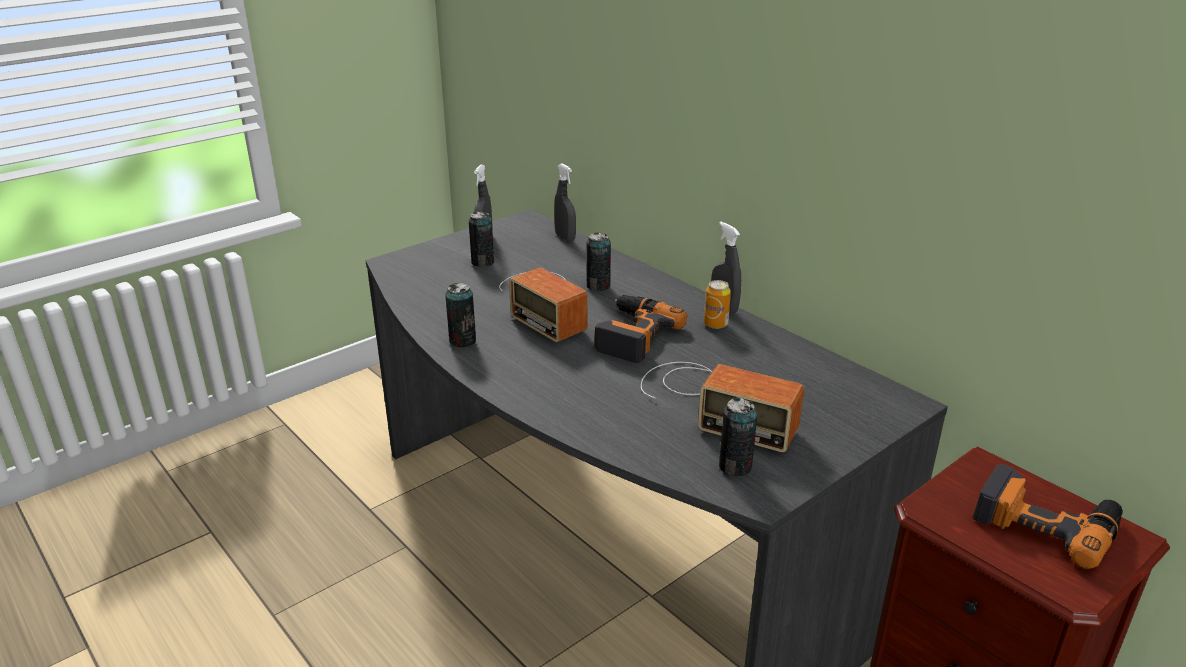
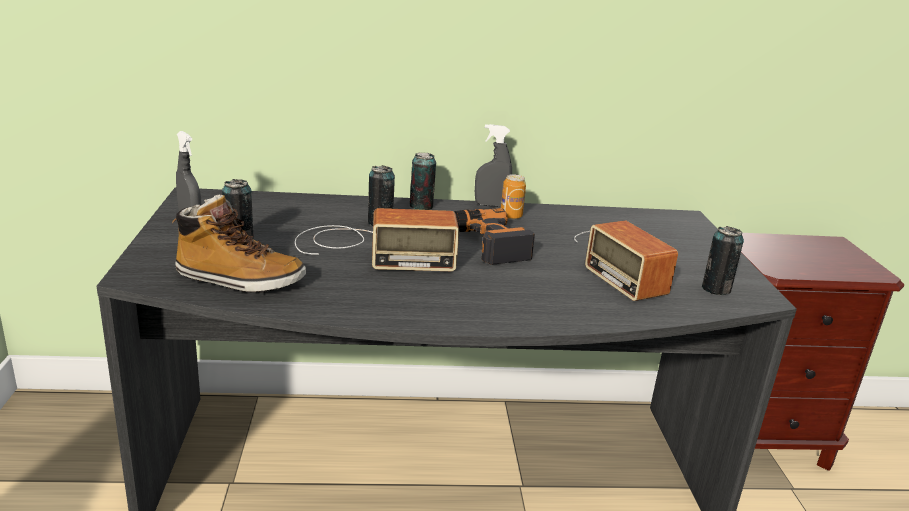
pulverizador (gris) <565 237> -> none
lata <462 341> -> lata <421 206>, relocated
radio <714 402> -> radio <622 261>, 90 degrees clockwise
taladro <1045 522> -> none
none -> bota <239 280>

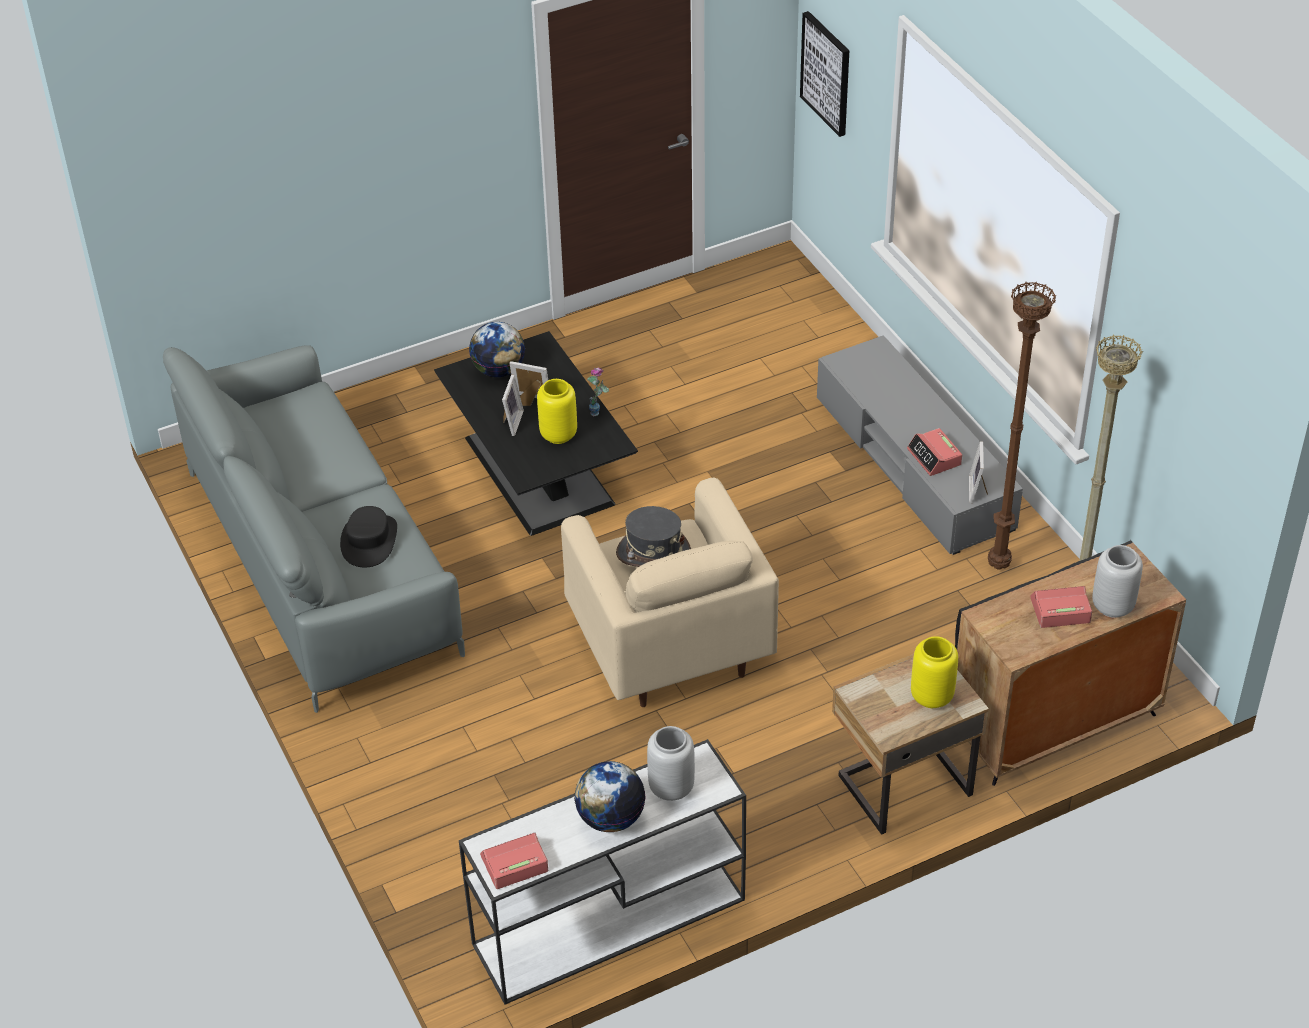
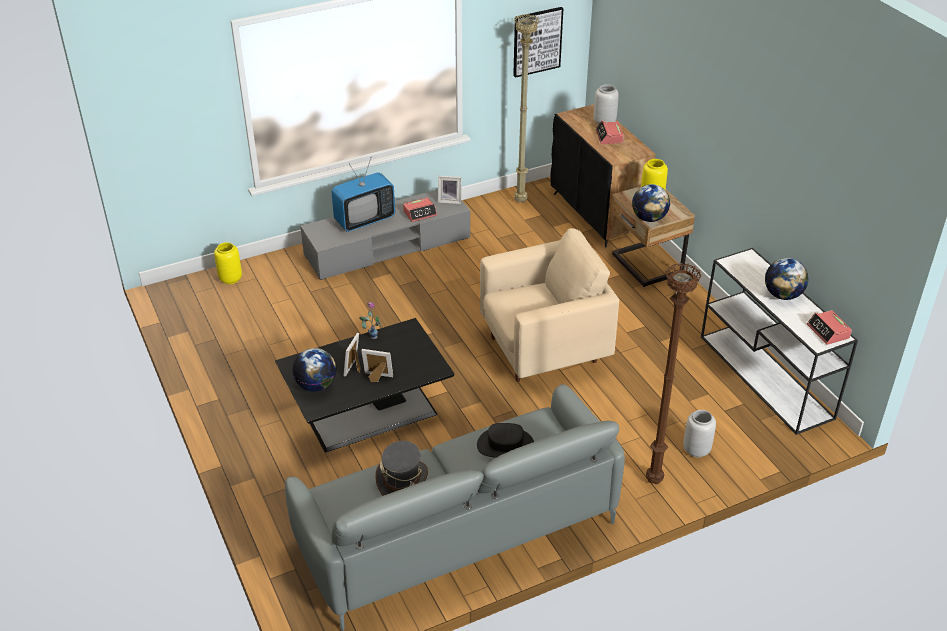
cuadro <826 73> -> cuadro <537 41>, relocated
lámpara de pie (marrón) <998 564> -> lámpara de pie (marrón) <652 480>, relocated
florero (amarillo) <559 434> -> florero (amarillo) <230 279>, relocated
sombrero (gris) <653 554> -> sombrero (gris) <402 480>, relocated
florero (gris) <670 788> -> florero (gris) <697 450>, relocated
none -> televisor <364 220>
none -> globo terráqueo <649 218>

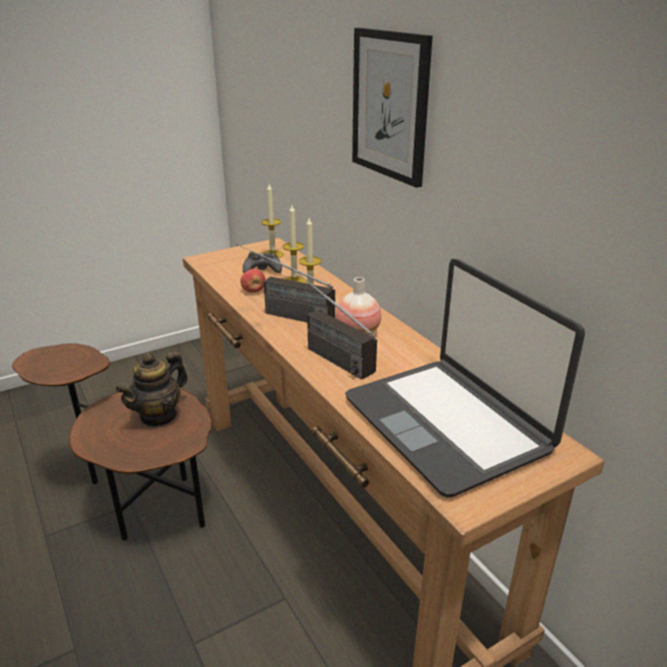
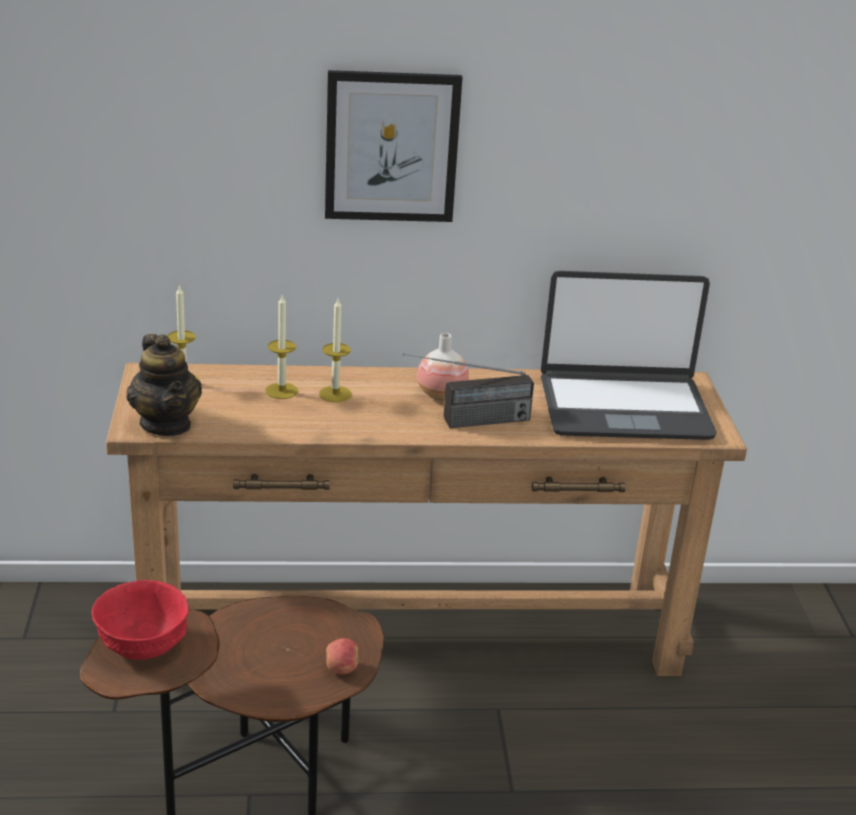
radio <282 313> -> none
mando de consola (negro) <262 270> -> none
manzana <253 291> -> manzana <342 669>, relocated
tetera <159 415> -> tetera <166 424>, relocated
none -> cuenco (rojo) <144 643>

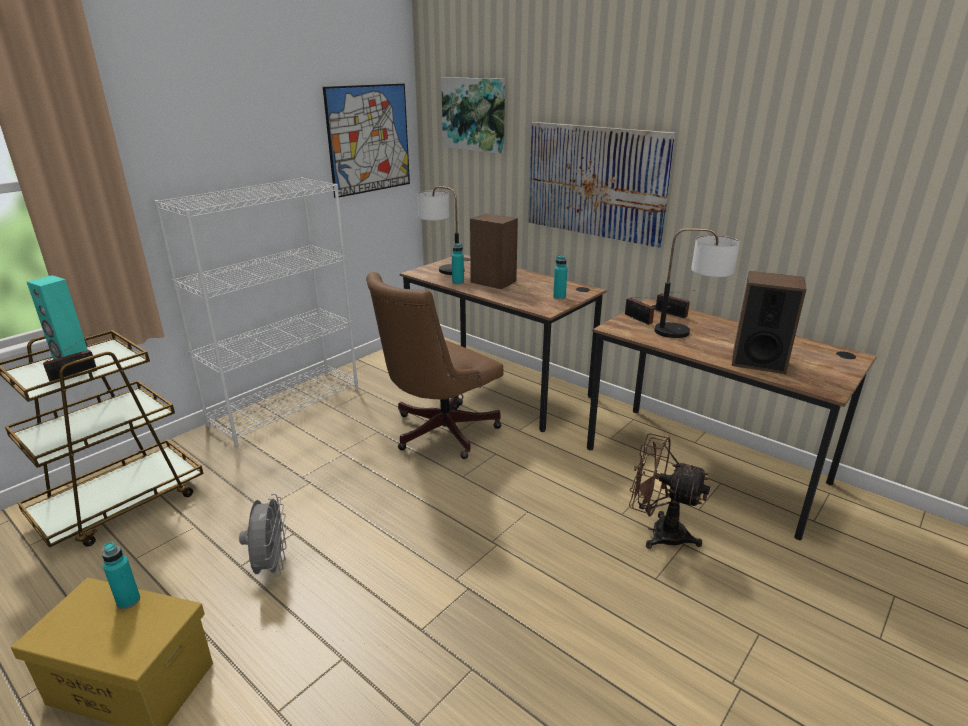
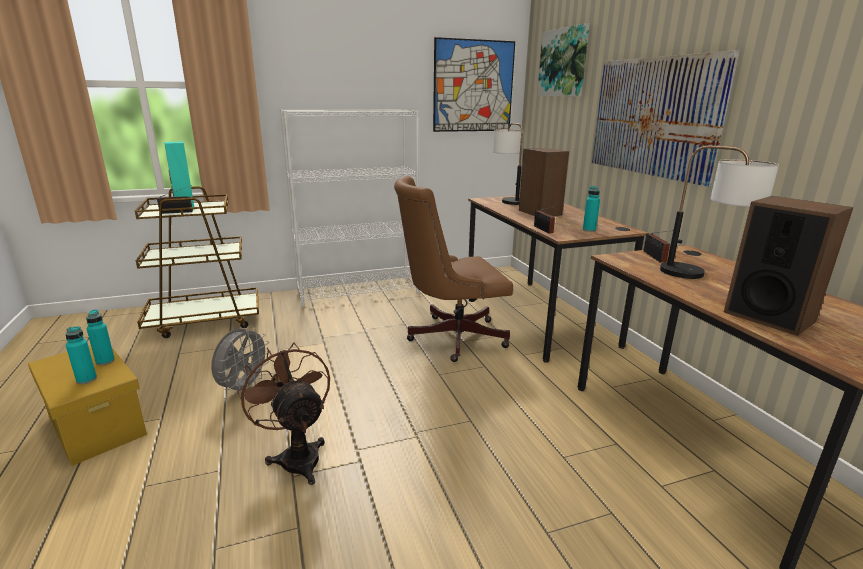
botella (turquesa) <458 282> -> botella (turquesa) <86 379>, relocated
radio <672 314> -> radio <543 230>, relocated
ventilador (marrón) <658 532> -> ventilador (marrón) <297 455>, relocated

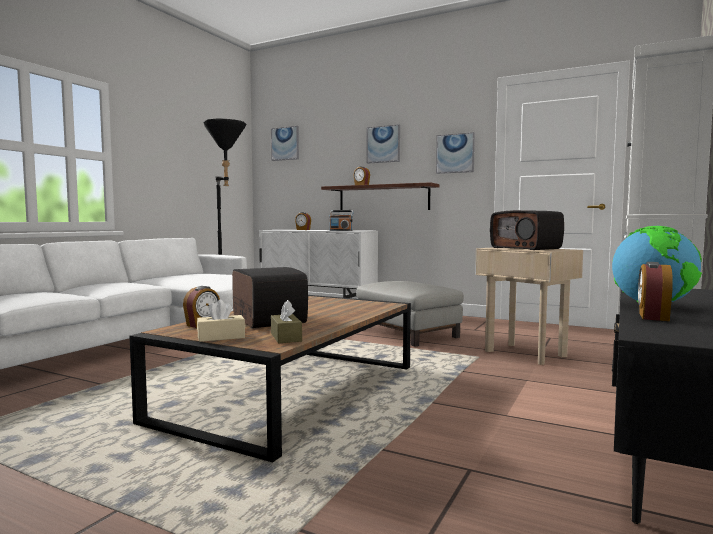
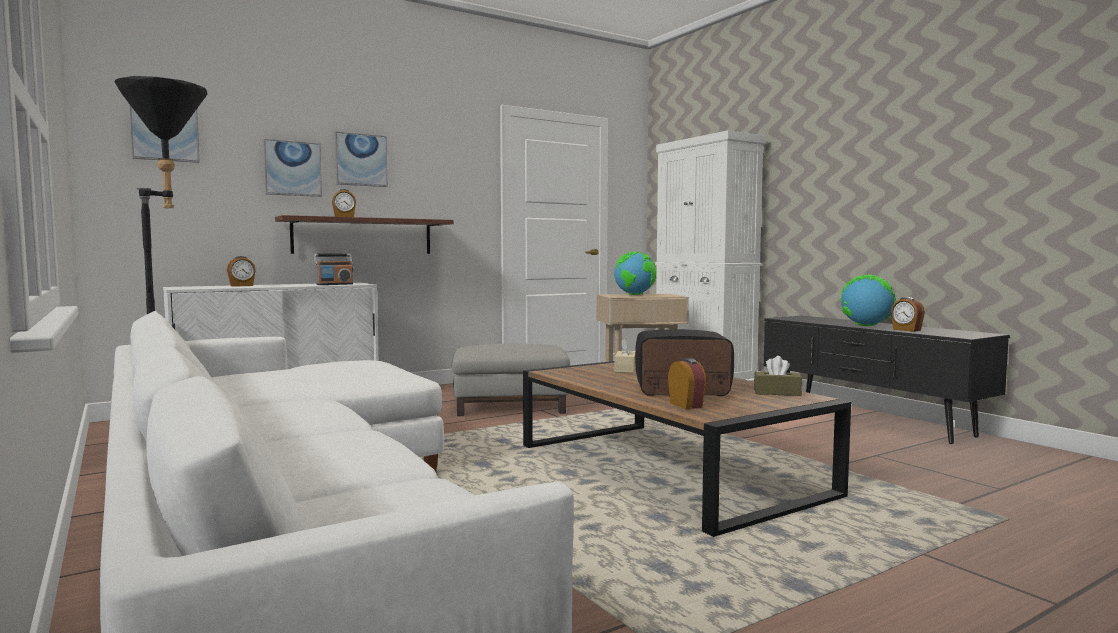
cuadro <455 153> -> cuadro <292 168>, relocated
radio <526 248> -> globo terráqueo <635 295>
caja de pañuelos (beis) <221 337> -> caja de pañuelos (beis) <625 369>, relocated

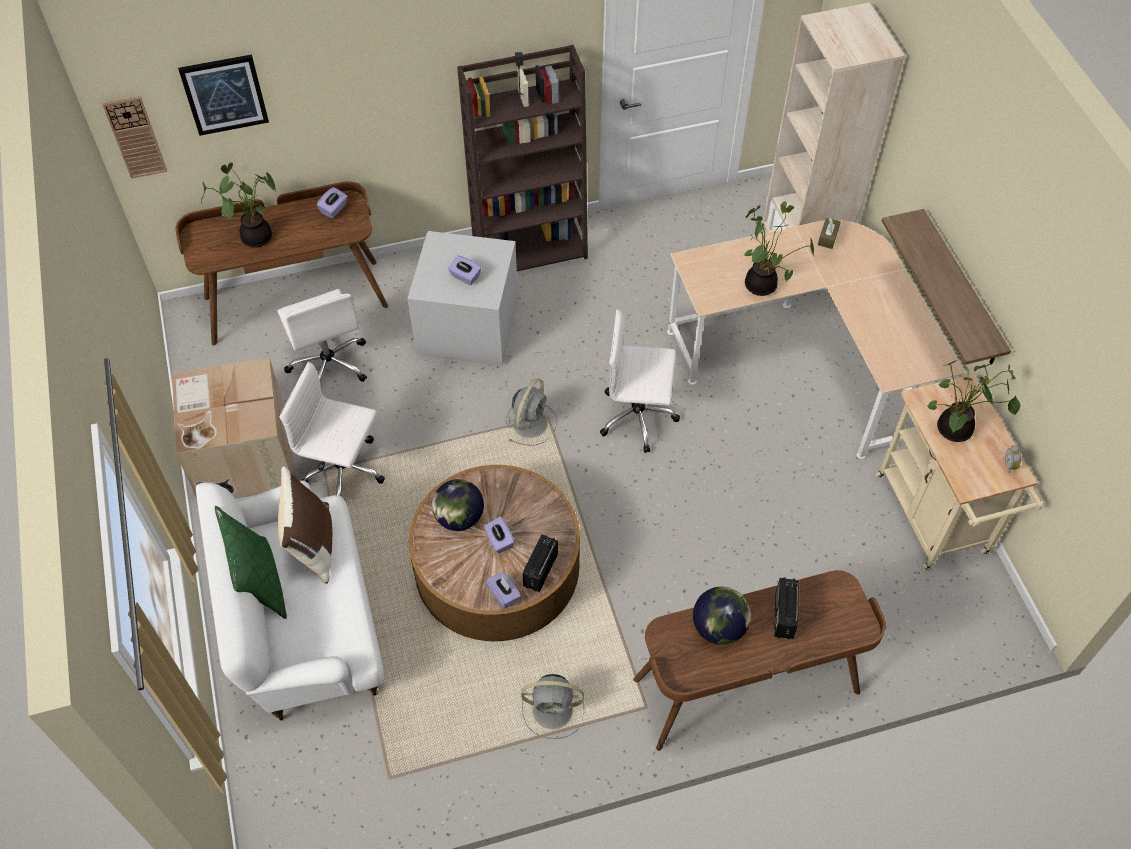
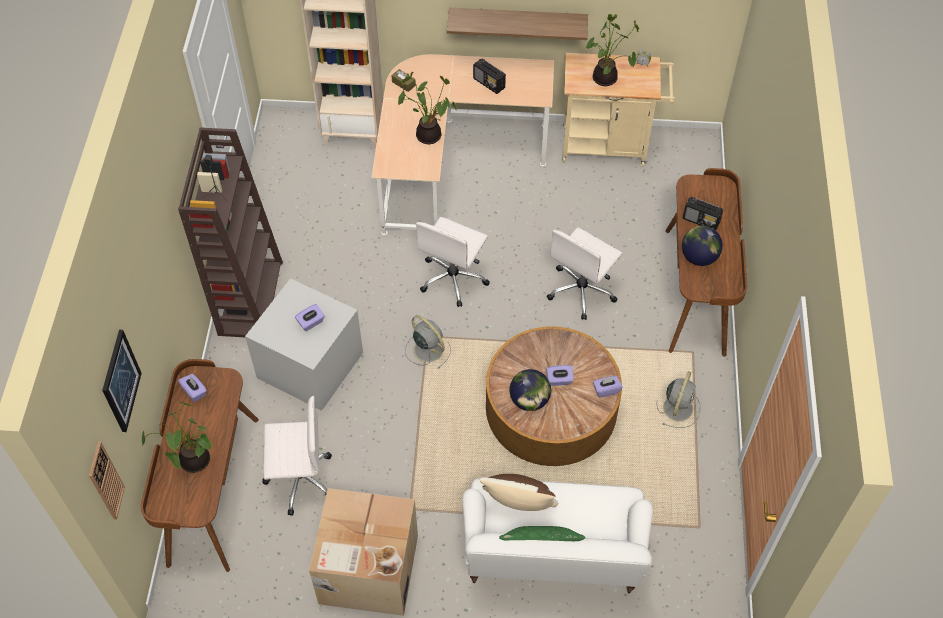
silla de oficina (blanco) <345 472> -> silla de oficina (blanco) <581 291>, relocated
radio <540 570> -> radio <489 83>, relocated

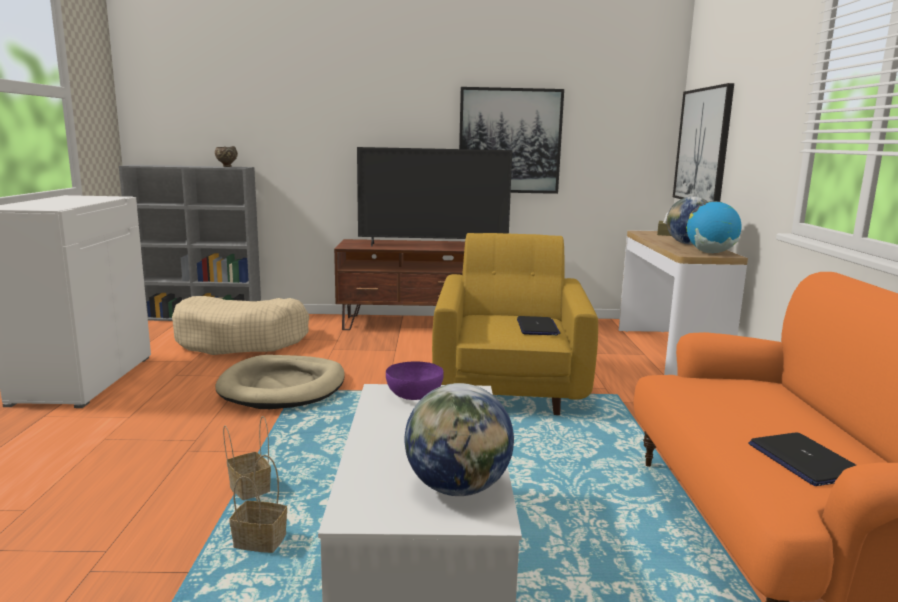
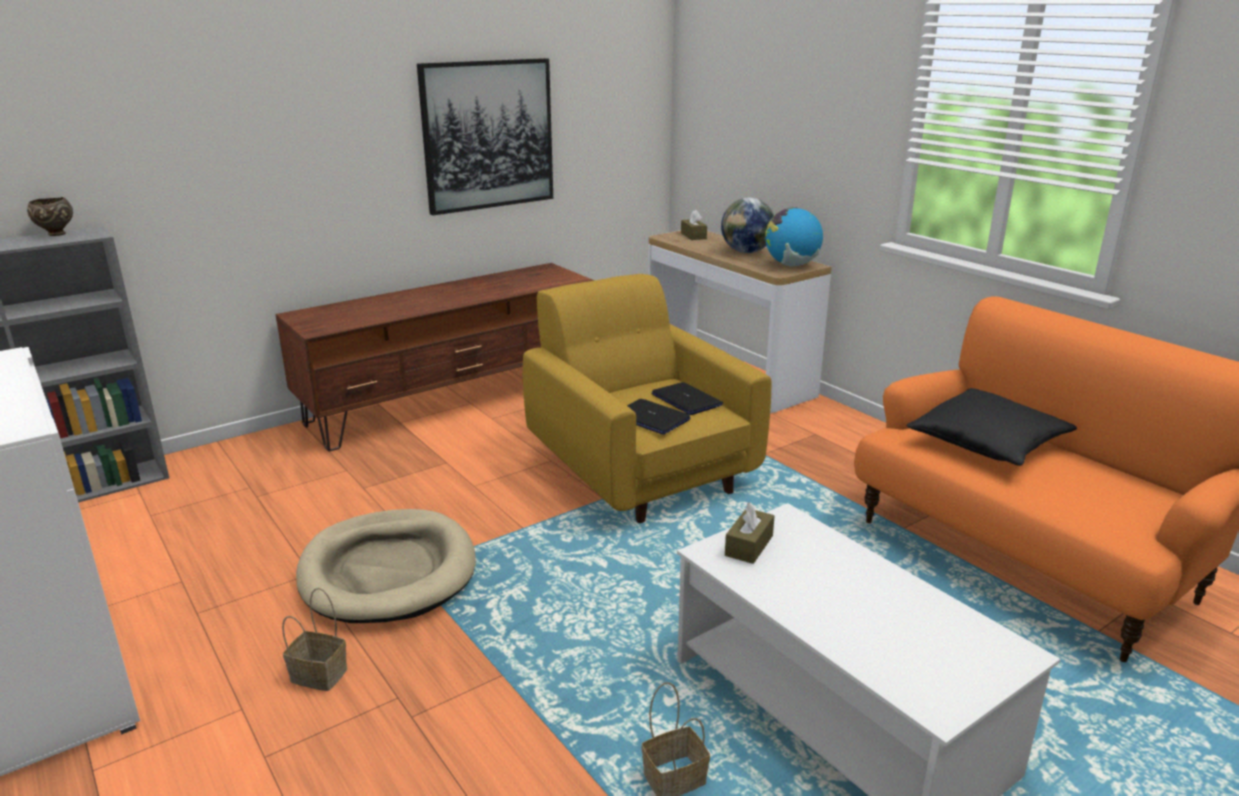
cuadro <703 146> -> none
televisor <433 246> -> none
cama para perro (beis) <242 341> -> none
cuenco (morado) <414 395> -> caja de pañuelos (marrón) <749 545>
globo terráqueo <458 488> -> none
cesta <248 489> -> cesta <317 675>, relocated
portátil <804 460> -> portátil <651 418>, relocated
none -> cojín (negro) <988 444>

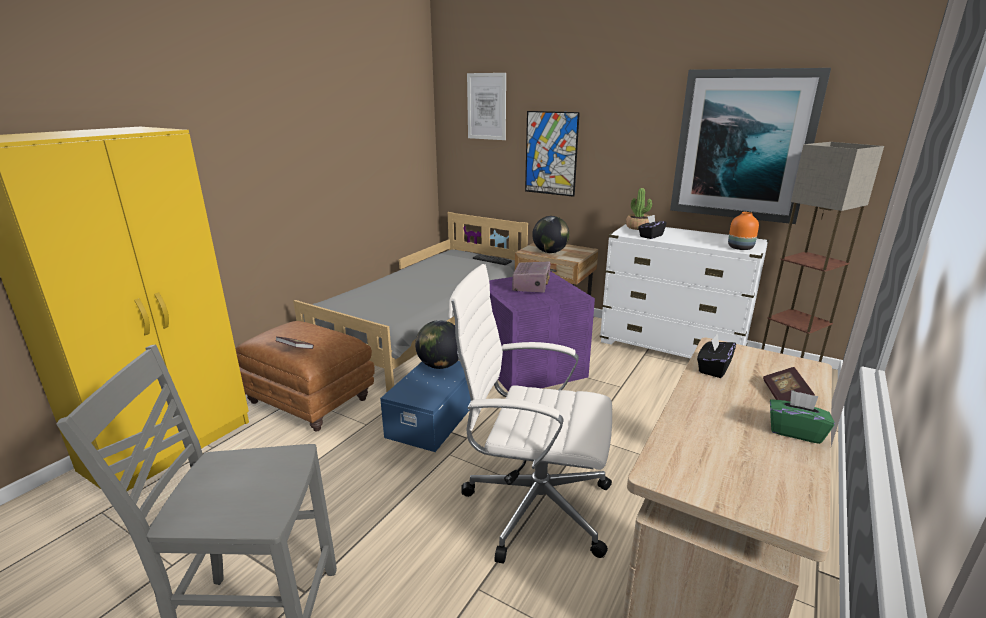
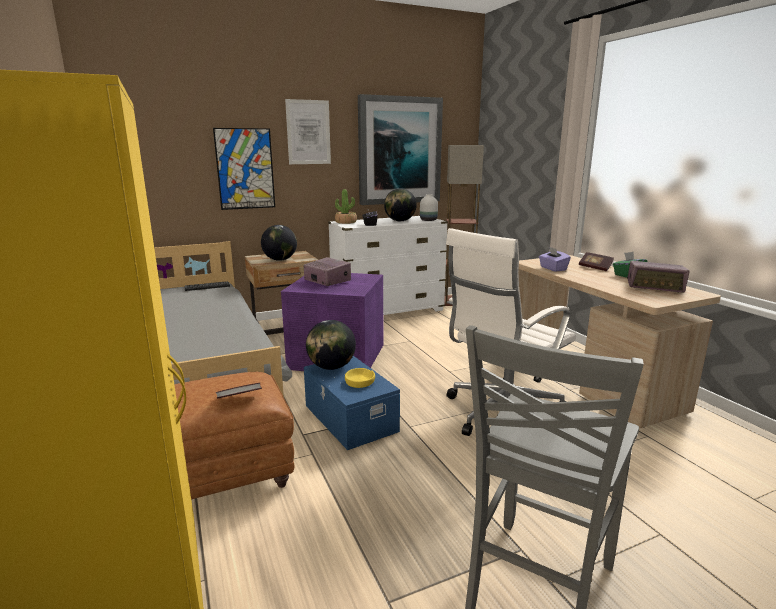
cuadro <486 106> -> cuadro <308 132>, relocated
florero (naranja) <740 248> -> florero (blanco) <428 220>
caja de pañuelos (negro) <713 368> -> caja de pañuelos (morado) <552 269>
none -> globo terráqueo <400 221>
none -> radio <655 287>
none -> cuenco (amarillo) <360 381>

